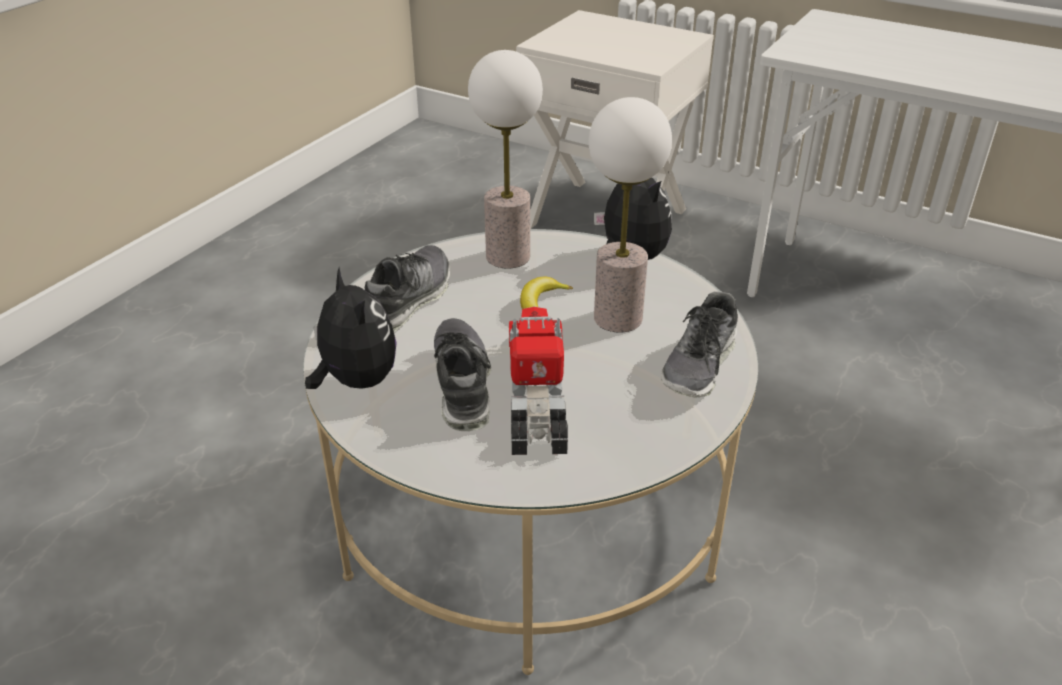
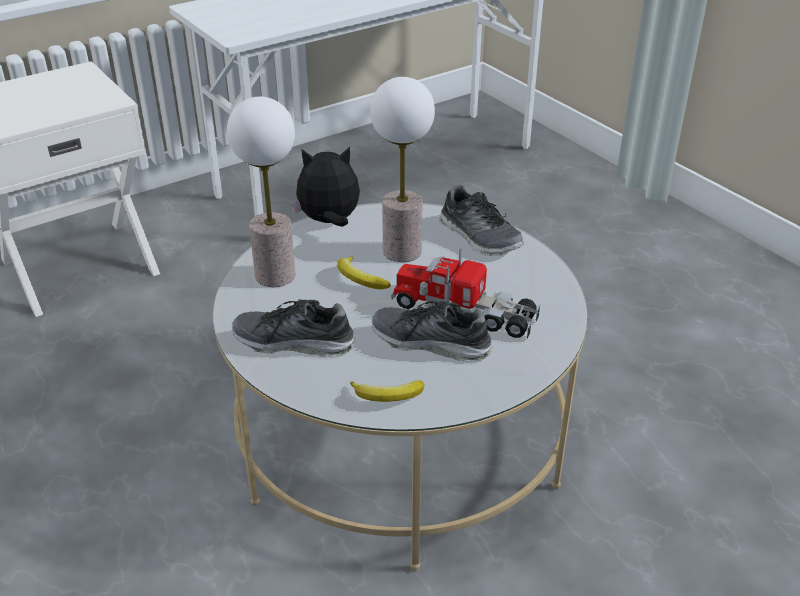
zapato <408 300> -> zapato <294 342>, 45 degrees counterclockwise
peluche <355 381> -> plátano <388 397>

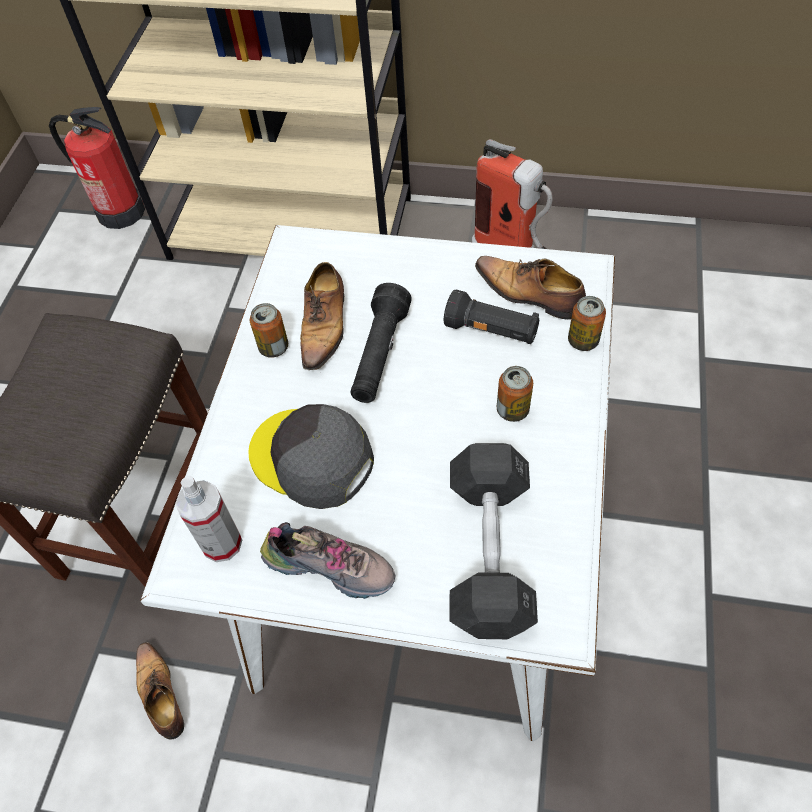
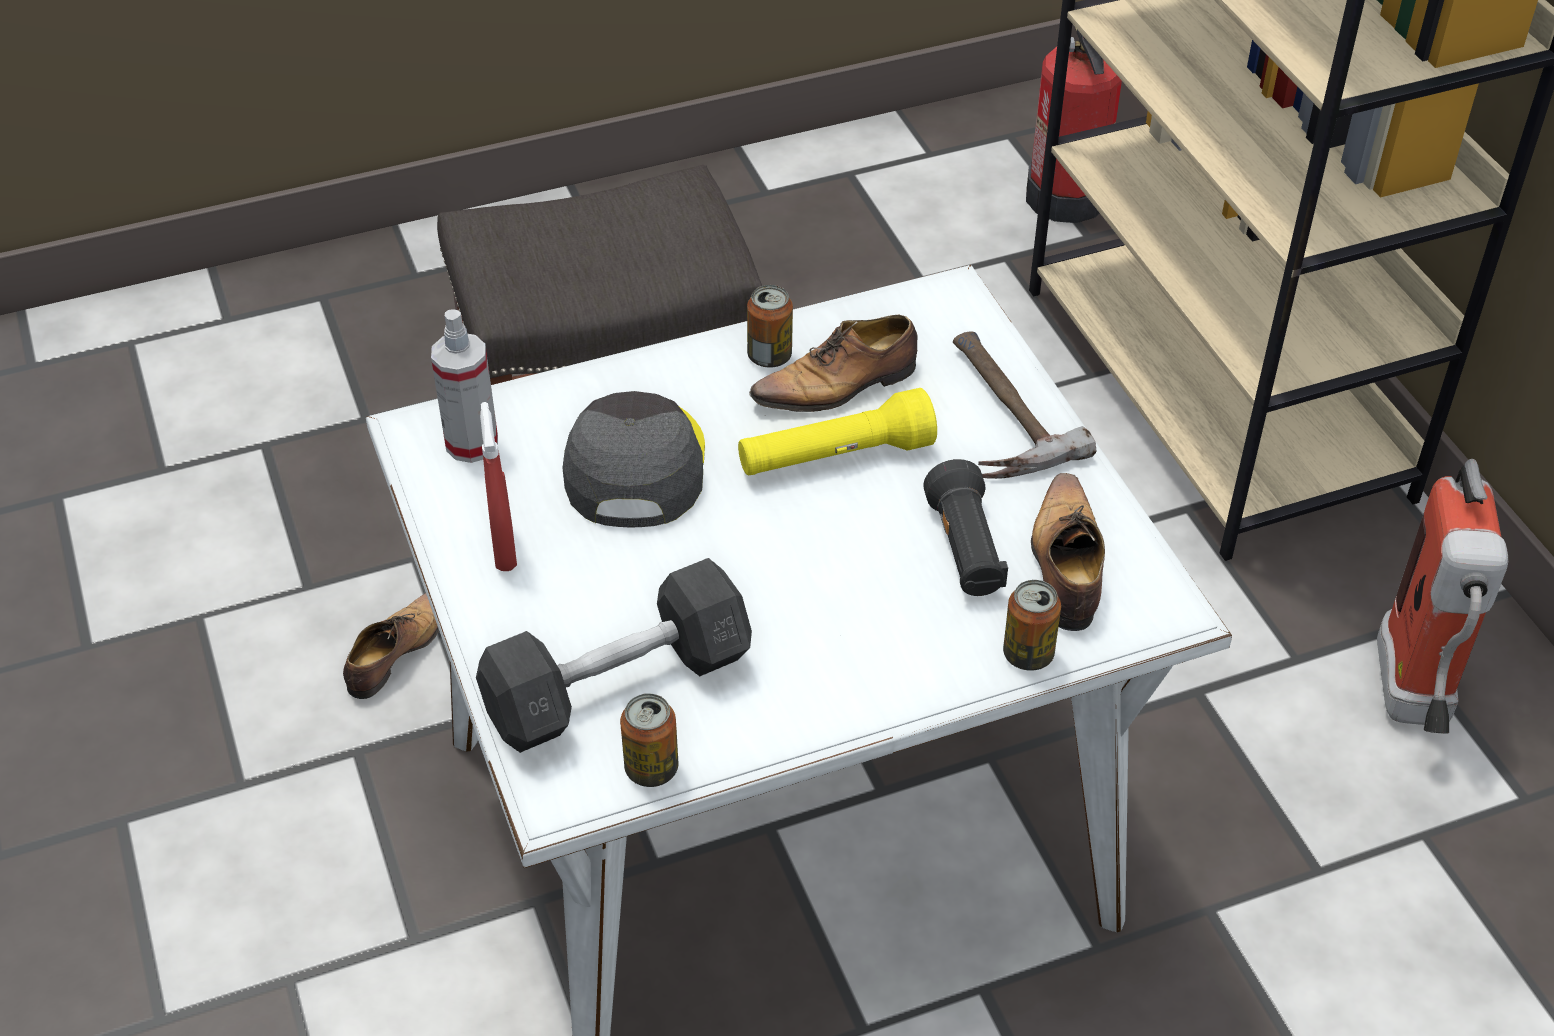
linterna (negro) <380 355> -> linterna (amarillo) <835 457>
lata <512 410> -> lata <651 769>, relocated
zapato <332 566> -> pulverizador (rojo) <504 549>
none -> martillo <993 413>

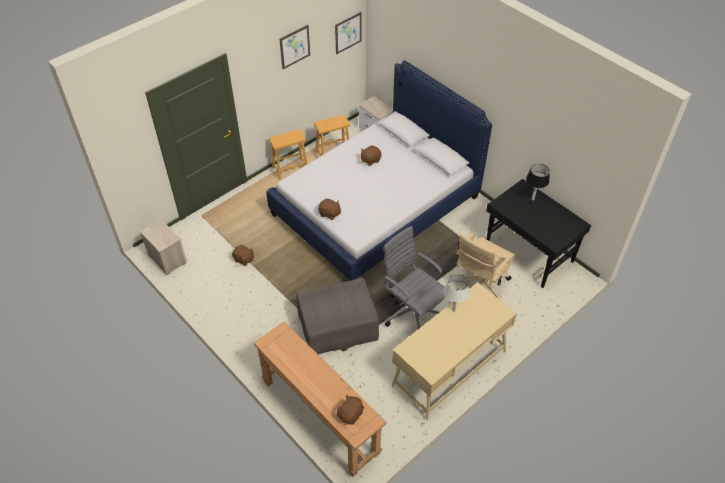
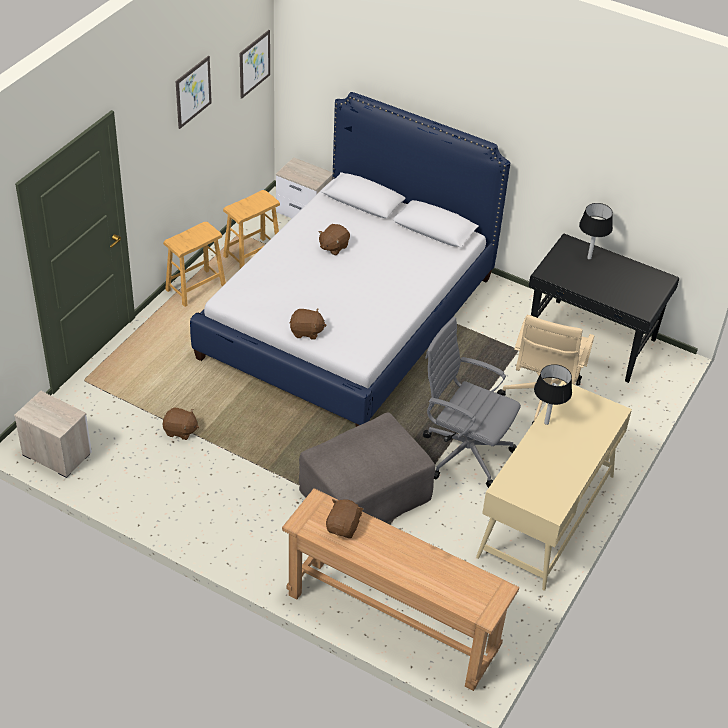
lámpara de mesa (blanco) <453 310> -> lámpara de mesa (negro) <546 422>
peluche (marrón) <350 414> -> peluche (marrón) <343 527>, relocated

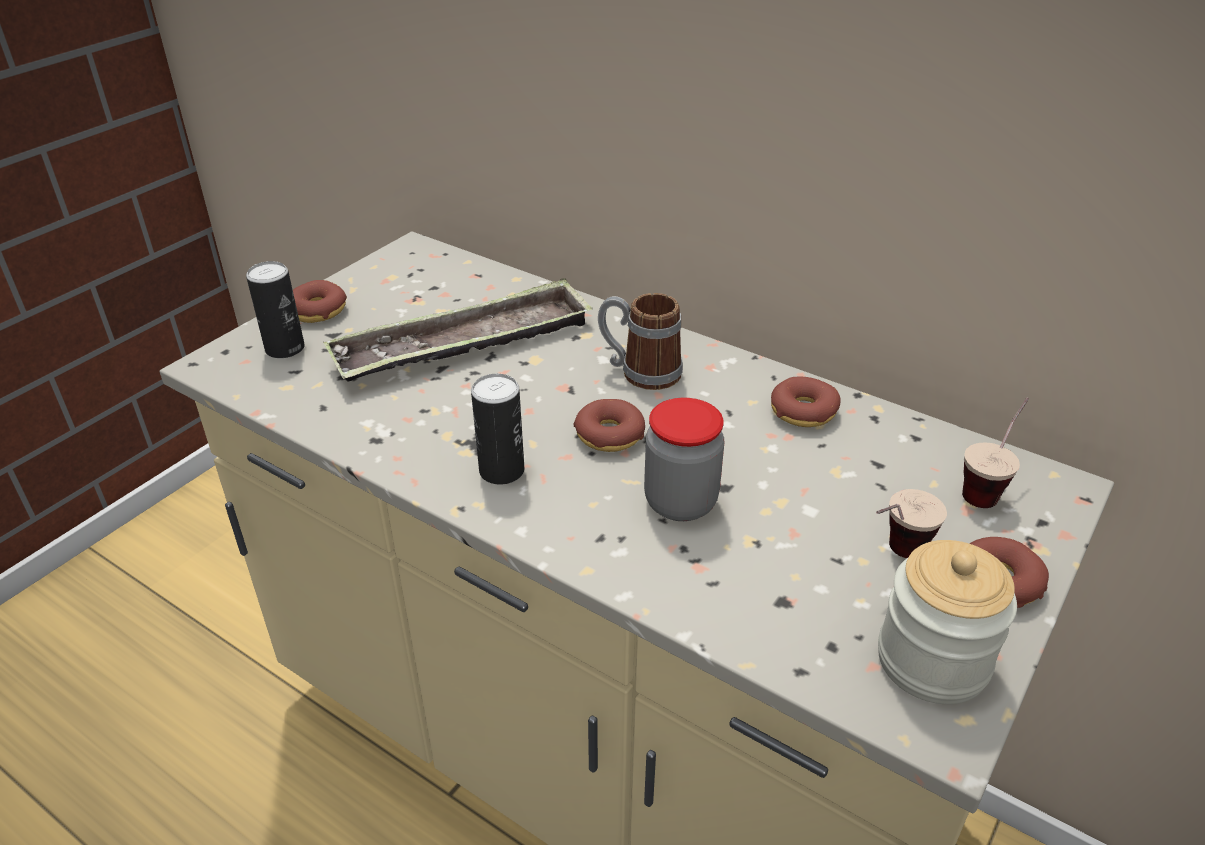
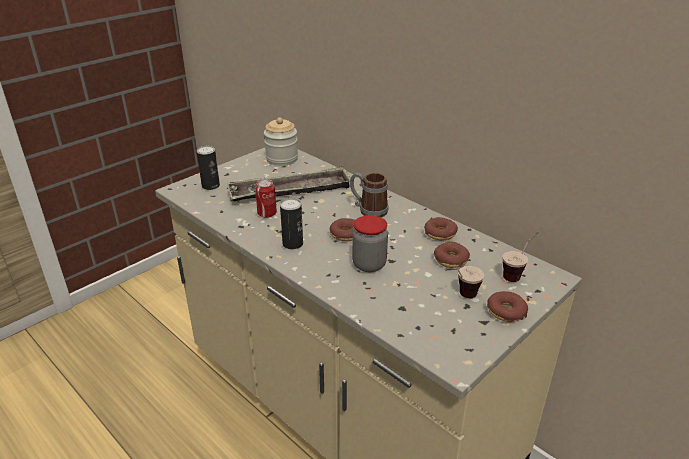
rosquilla <318 310> -> rosquilla <451 260>, relocated
tarro <932 661> -> tarro <282 159>, relocated
none -> lata <267 213>

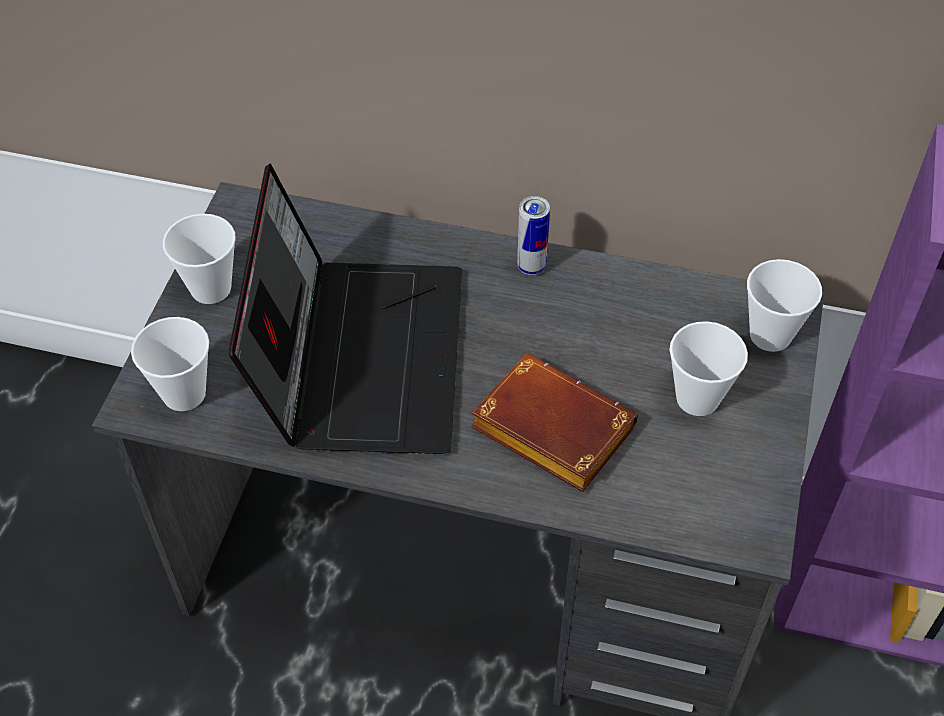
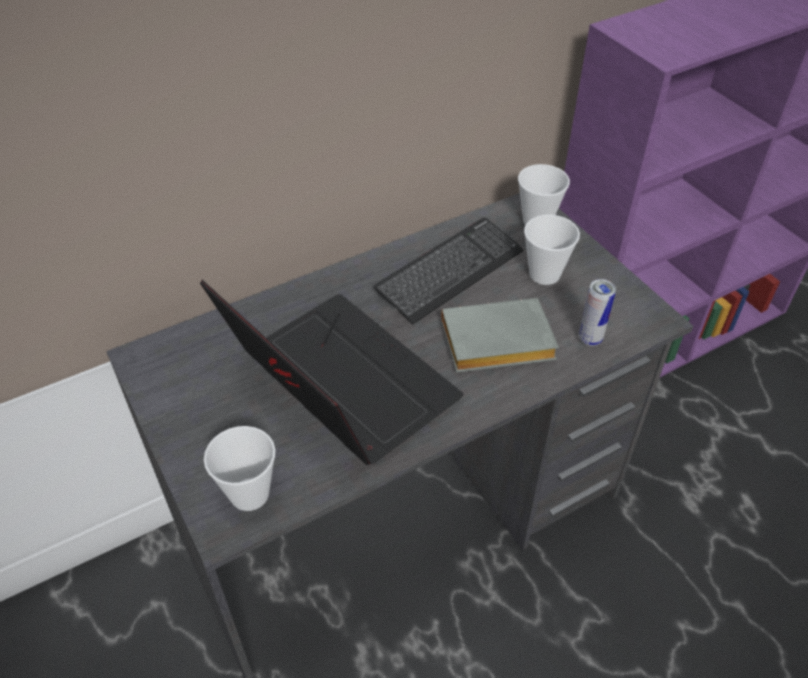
lata <531 267> -> lata <590 339>, relocated
taza <211 288> -> none
libro (marrón) <547 430> -> libro (gris) <494 345>
none -> teclado <450 271>

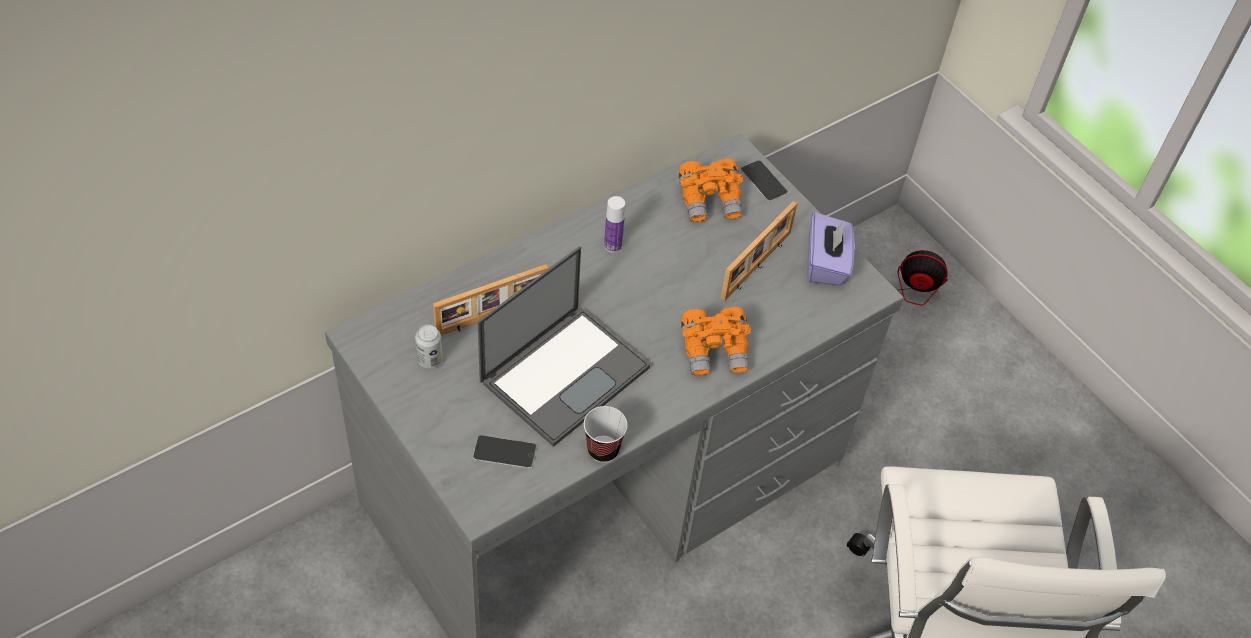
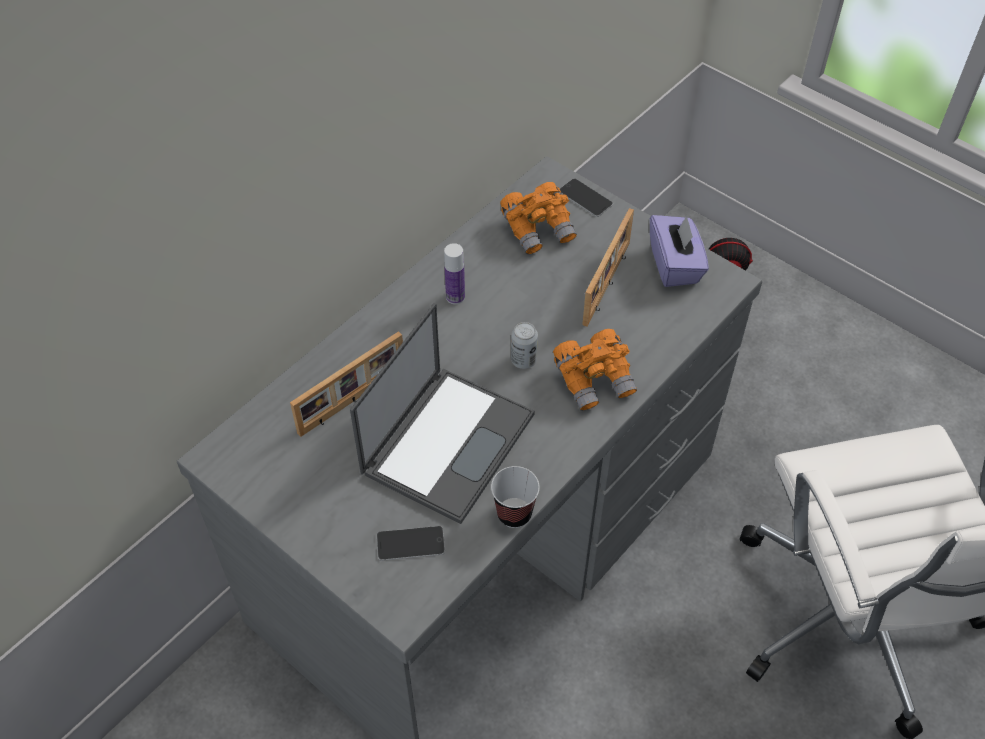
lata <430 360> -> lata <523 360>, relocated

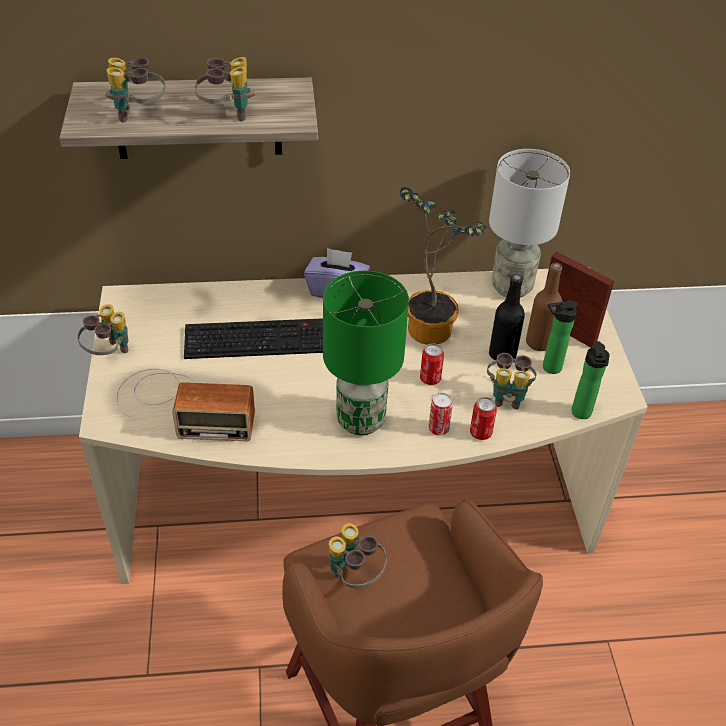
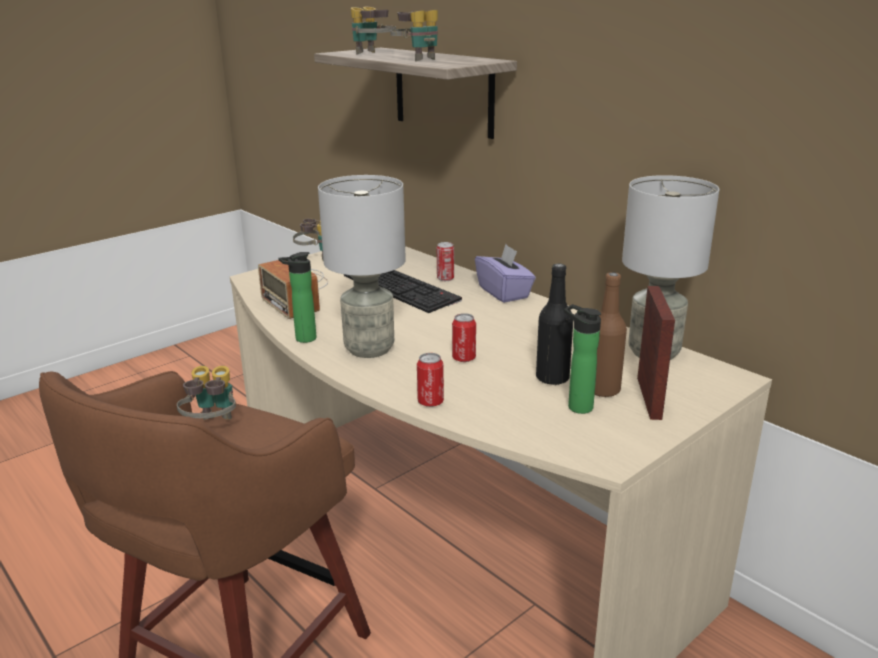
planta en maceta <431 326> -> none
lámpara de mesa (verde) <360 420> -> lámpara de mesa (gris) <369 348>
botella <581 414> -> botella <302 339>, relocated
prismáticos <507 396> -> none
lata <438 429> -> lata <445 278>, relocated

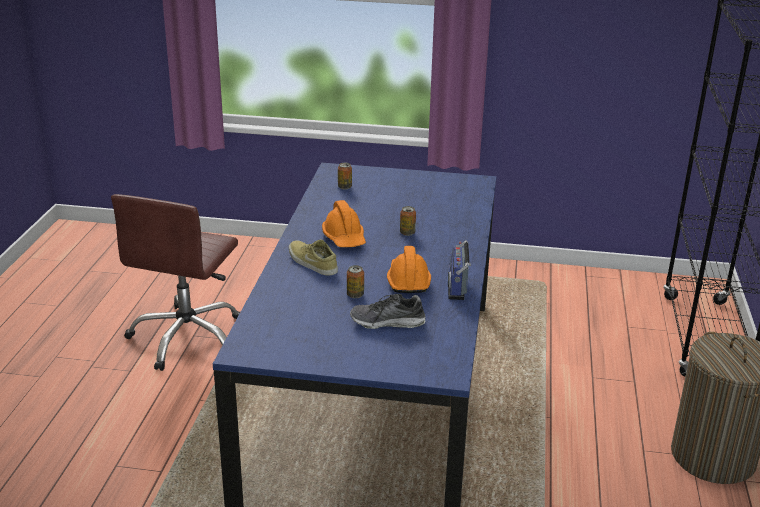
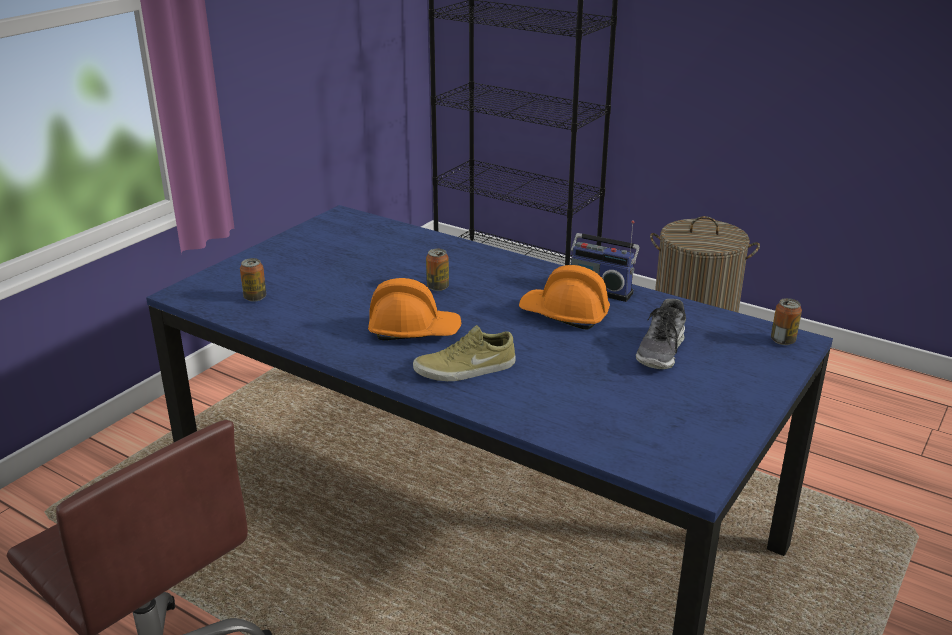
lata <355 295> -> lata <783 340>, relocated

